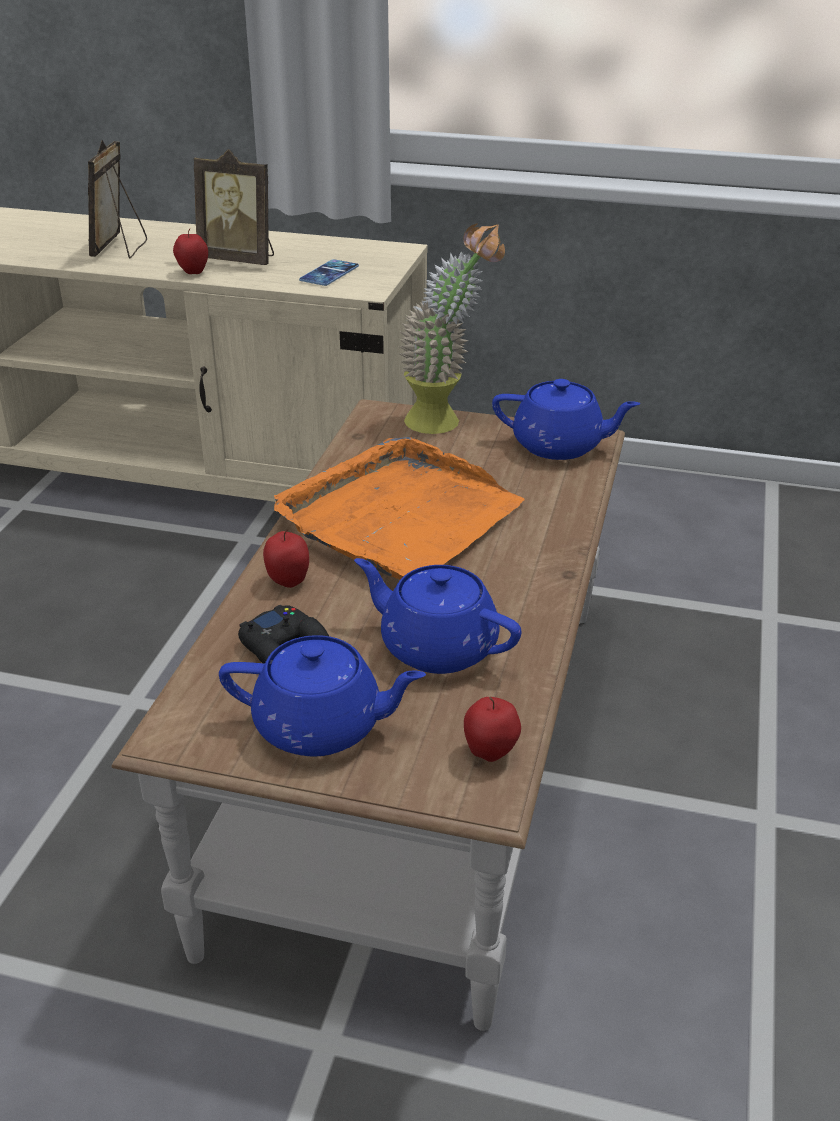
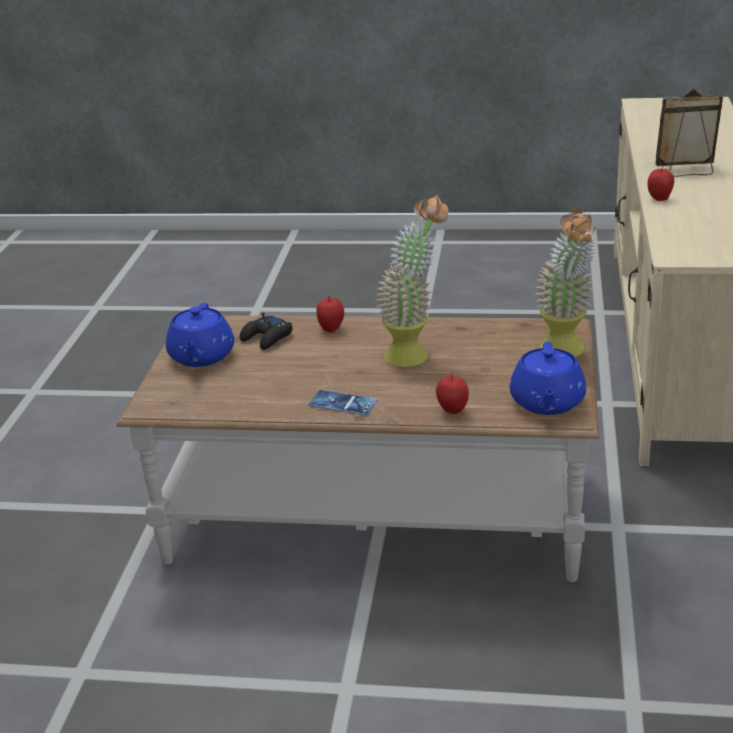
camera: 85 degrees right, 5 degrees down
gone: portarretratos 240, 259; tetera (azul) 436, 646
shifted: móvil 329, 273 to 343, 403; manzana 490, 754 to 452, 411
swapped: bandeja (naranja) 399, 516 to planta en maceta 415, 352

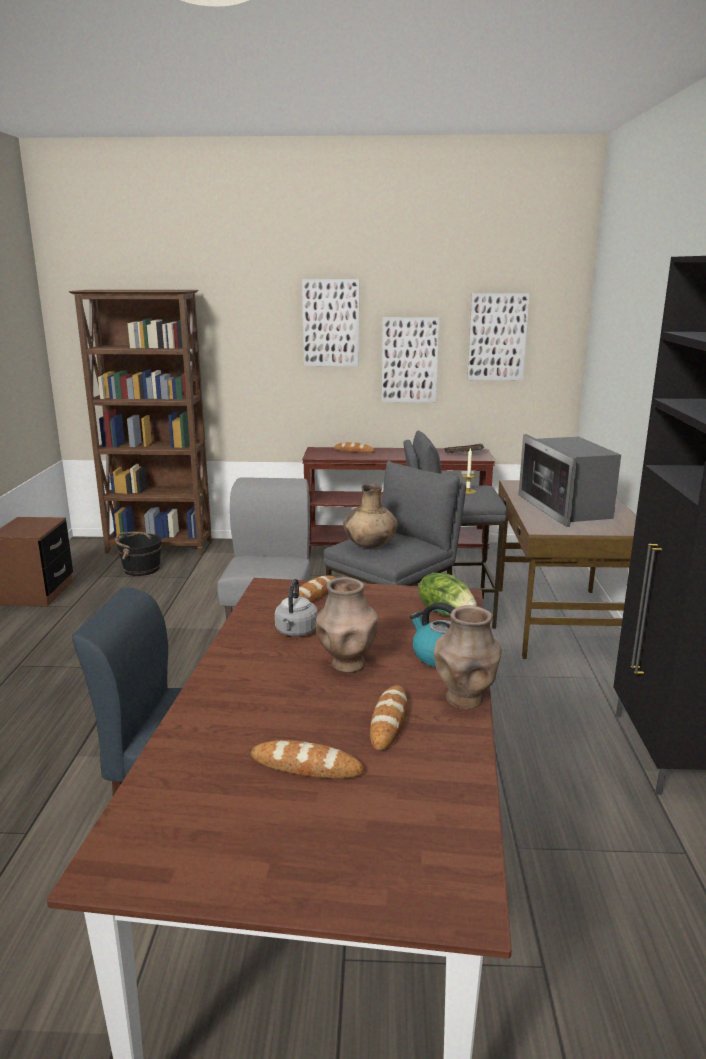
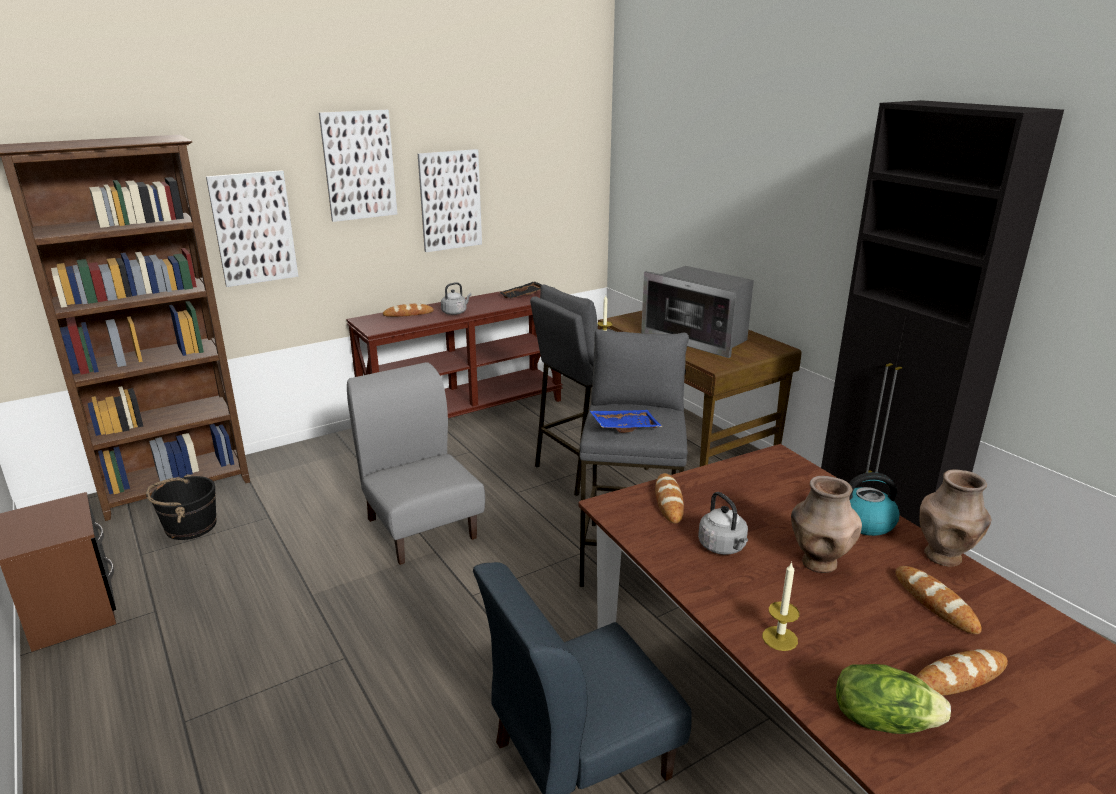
camera: 35 degrees left, 5 degrees up
new: hervidor (gris) 455, 312; vela 779, 638
shifted: cuadro 497, 337 to 253, 228; lechuga 446, 612 to 882, 720
swapped: florero (marrón) 370, 545 to bandeja (azul) 624, 426

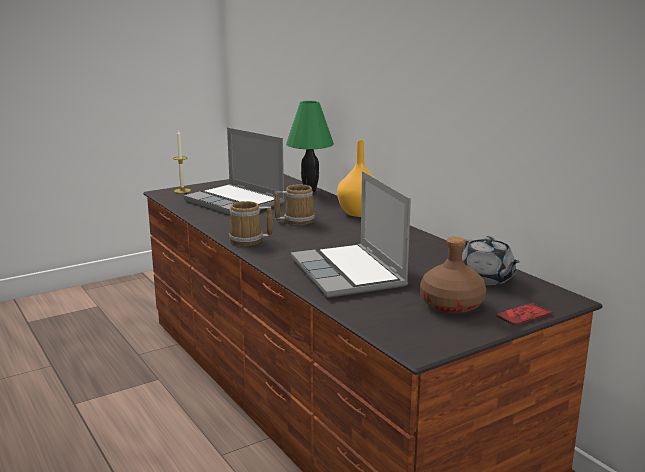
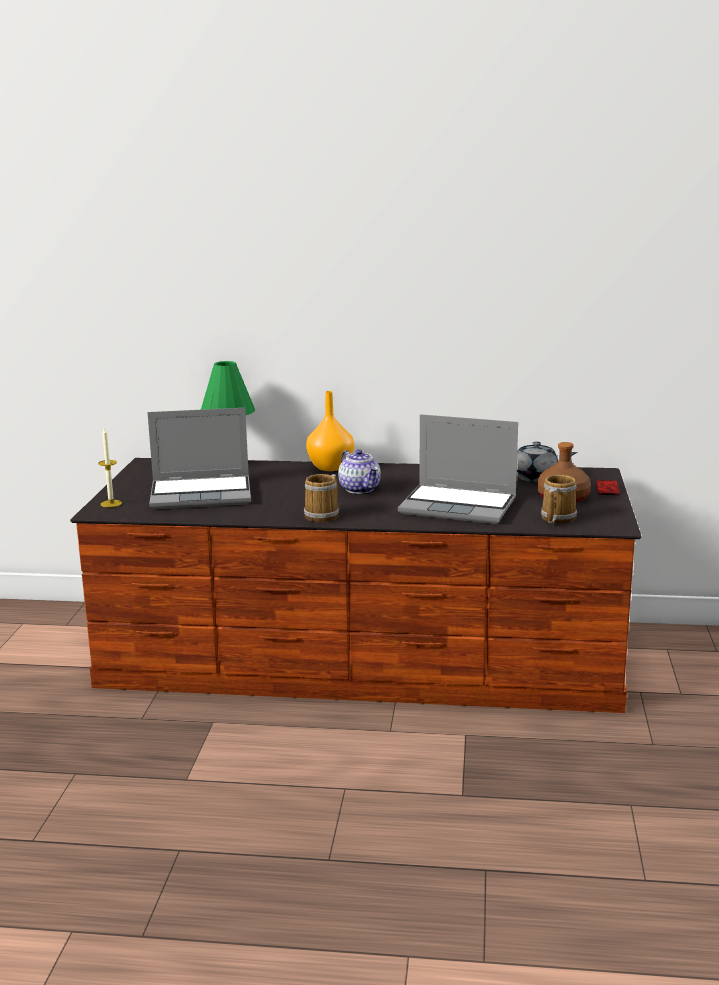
camera: 50 degrees left, 0 degrees up
new: tetera 360, 489
shifted: taza grande 296, 220 to 556, 518

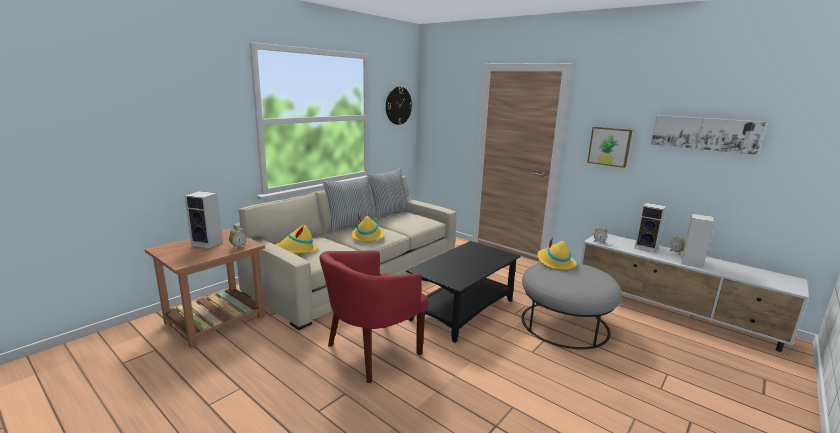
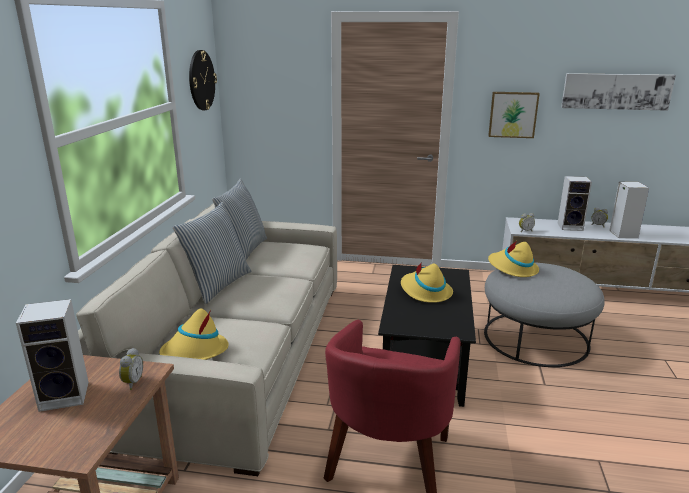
camera: 30 degrees left, 5 degrees up
shifted: sombrero (amarillo) 367, 236 to 425, 292

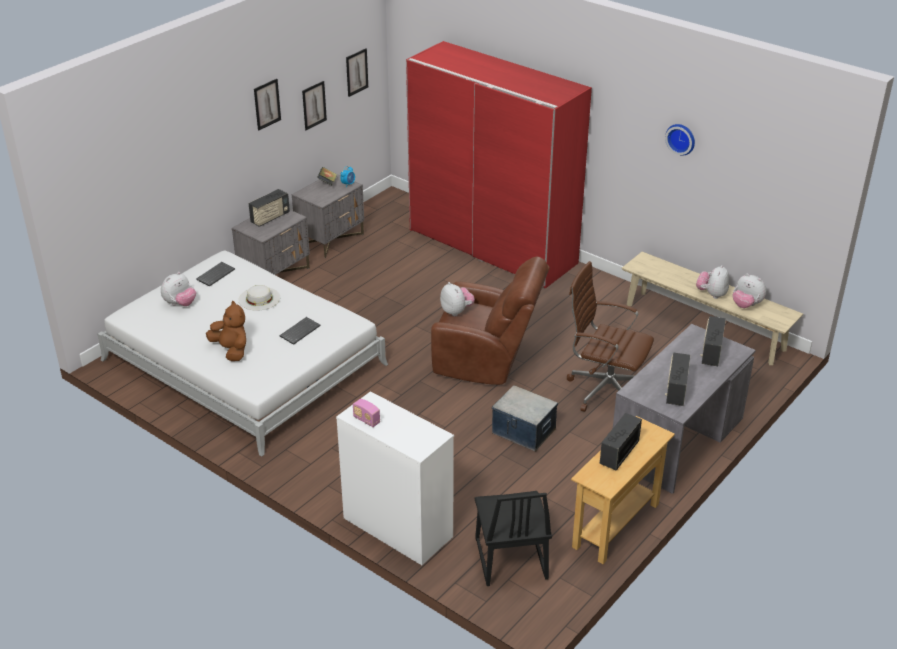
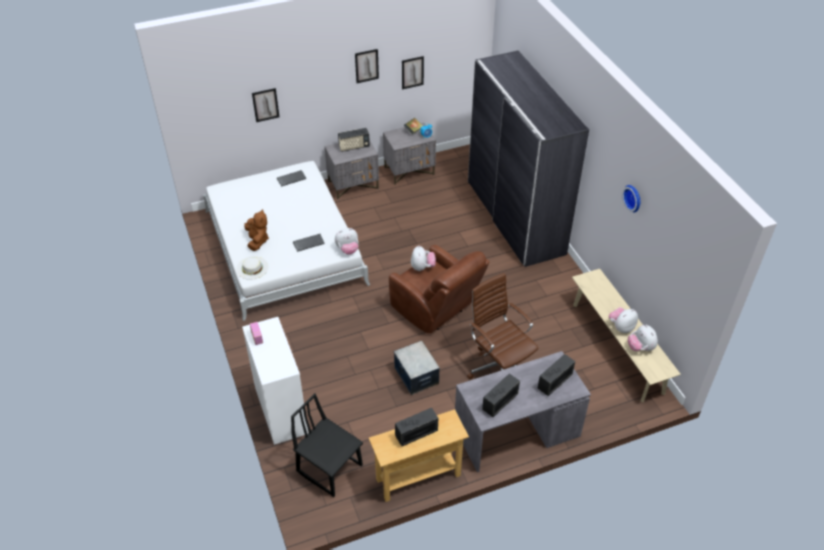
camera: 30 degrees right, 10 degrees up
shifted: cuadro 356, 72 to 265, 105; peluche 180, 304 to 348, 250; sombrero (blanco) 259, 298 to 252, 268
repainted: armario ropero (rojo) 492, 247 to armario ropero (gris) 515, 217
rotated: silla (negro) 510, 559 = 330, 468 105 degrees clockwise

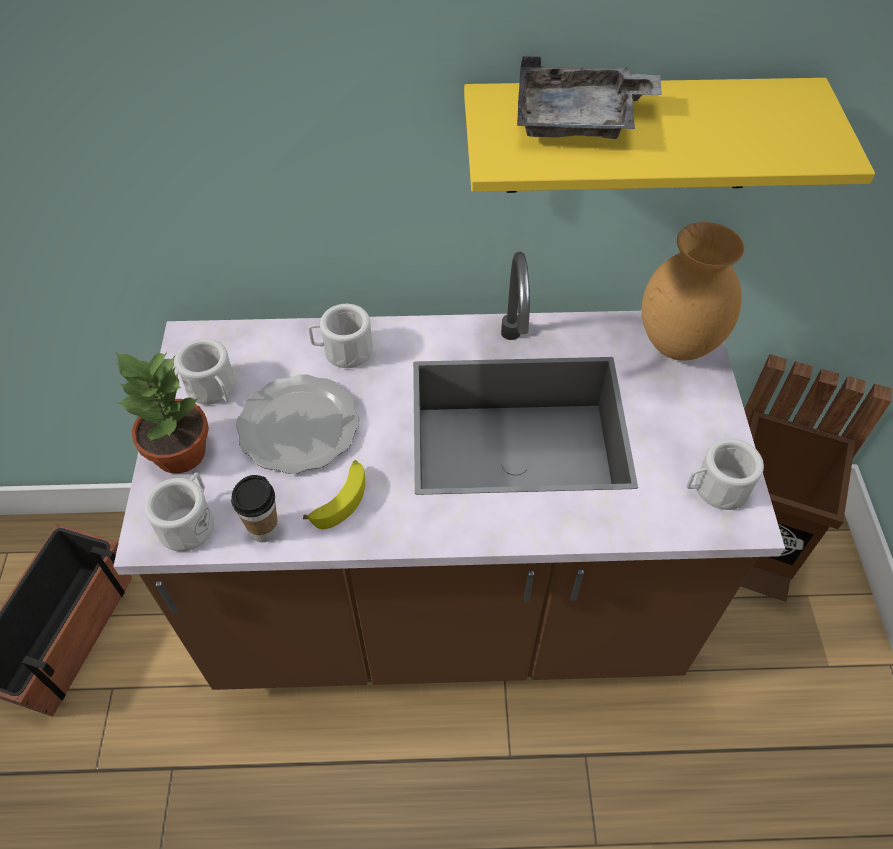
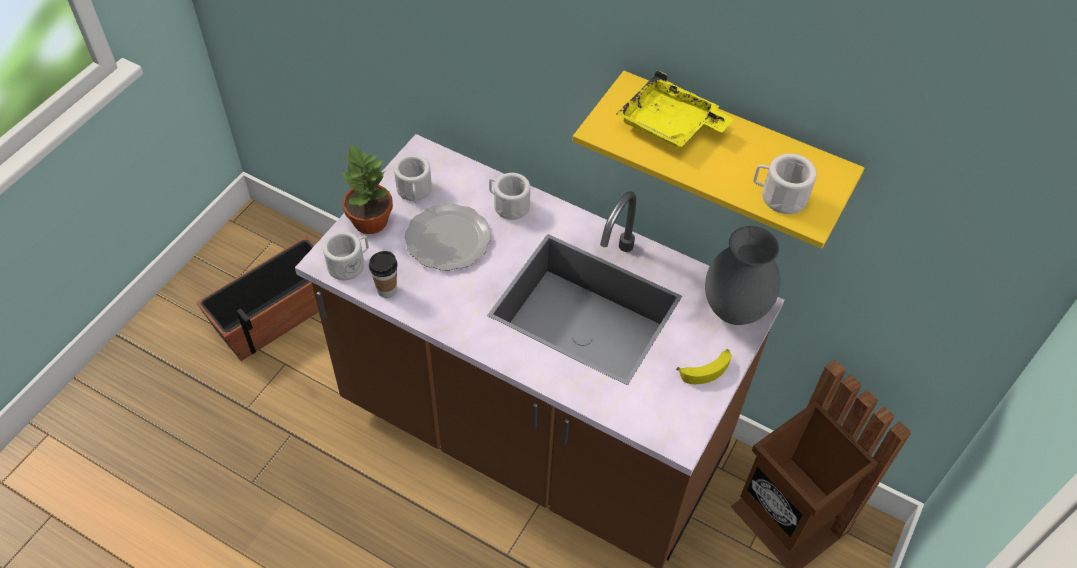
camera: 30 degrees right, 0 degrees up
shifted: taza grande (blanco) 715, 489 to 778, 196; plátano 340, 498 to 706, 369
repainted: bandeja (gris) 579, 120 to bandeja (amarillo) 670, 125; florero (marrón) 676, 346 to florero (gris) 733, 310

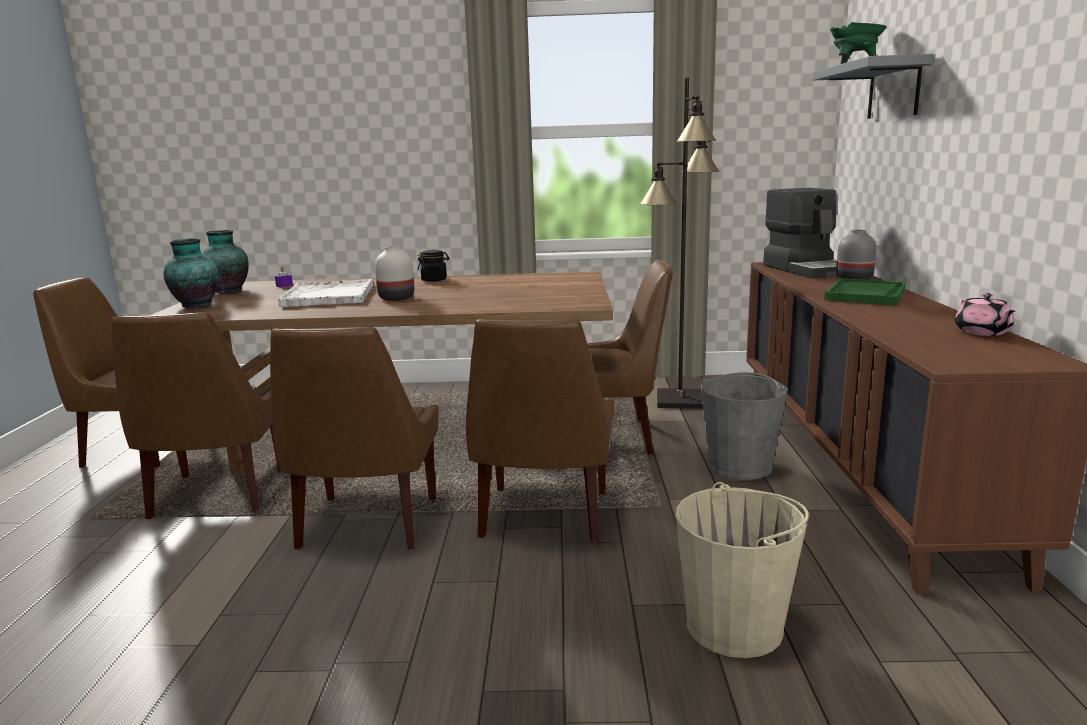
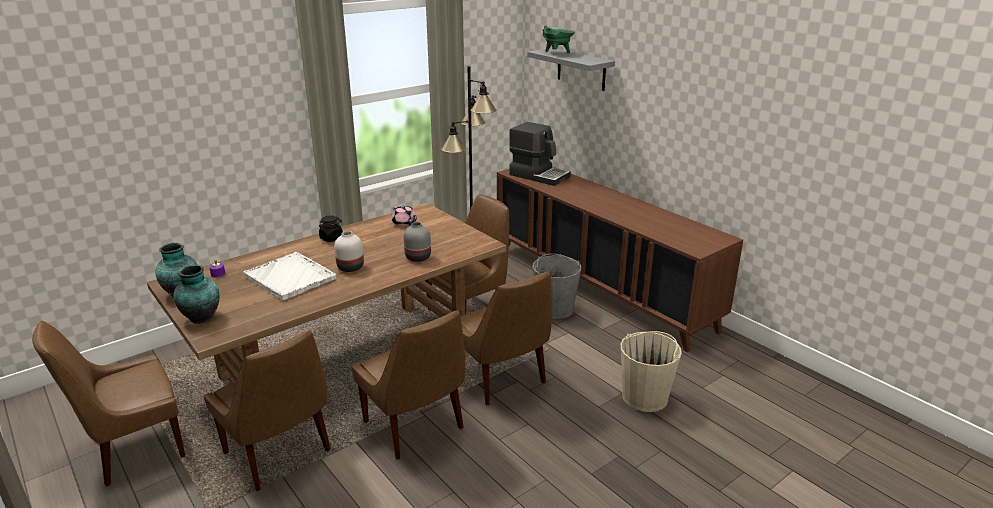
camera: 40 degrees left, 10 degrees up
gone: bandeja (verde) 865, 295
shifted: florero (gris) 854, 279 to 418, 257; tetera (rosa) 982, 332 to 404, 223

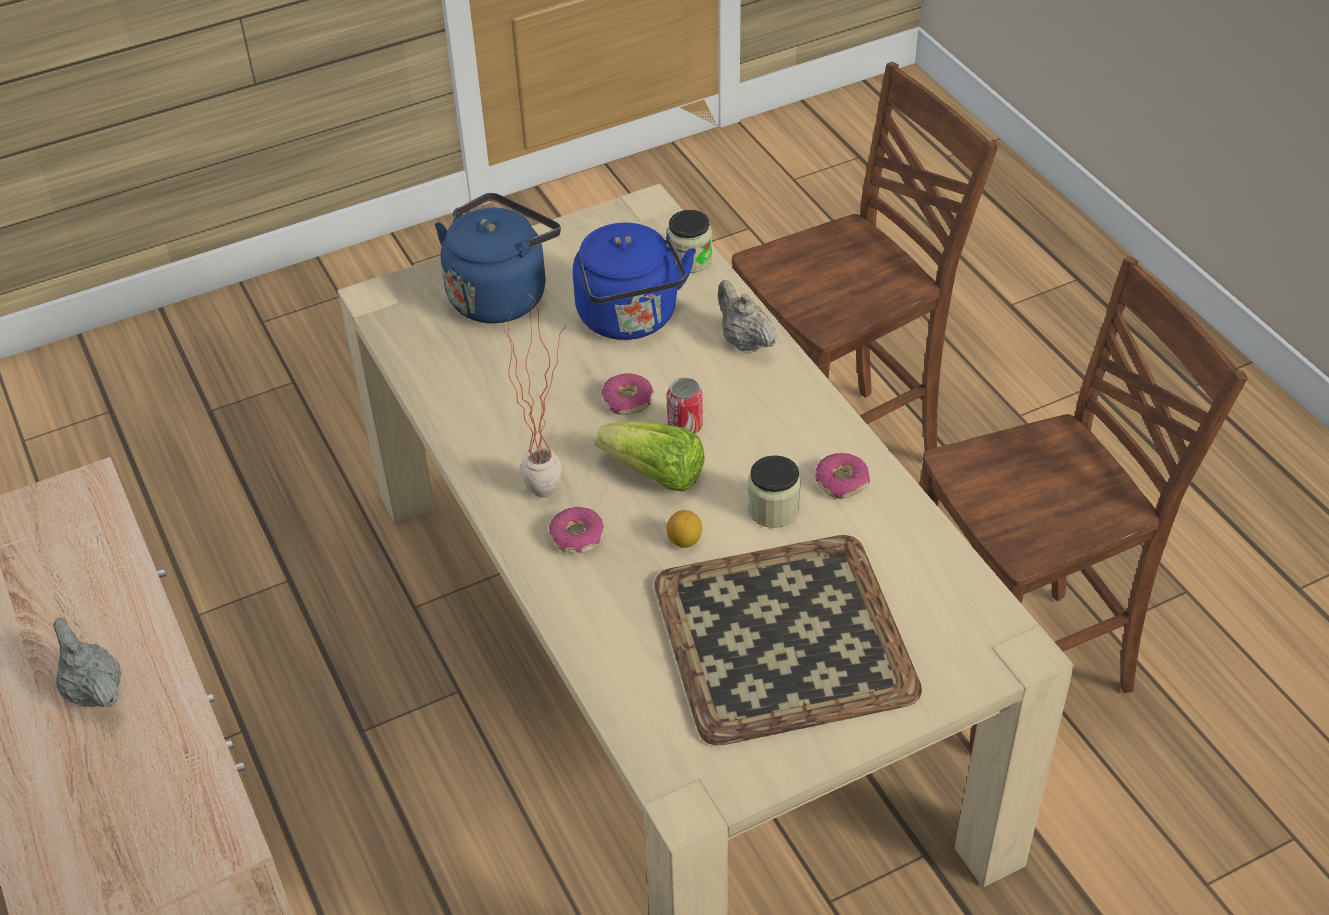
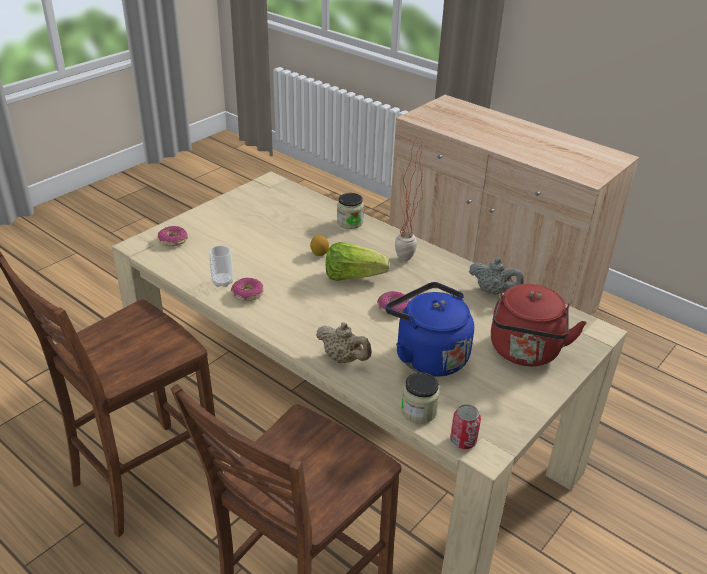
camera: 155 degrees right, 10 degrees down
gone: bandeja 781, 637
new: taza 222, 282
shifted: lata 685, 426 to 463, 441; tarro 773, 509 to 350, 222; rosquilla 577, 537 to 173, 240; tetera (gris) 94, 690 to 493, 291
repainted: hervidor (azul) 501, 294 to hervidor (rojo) 525, 352

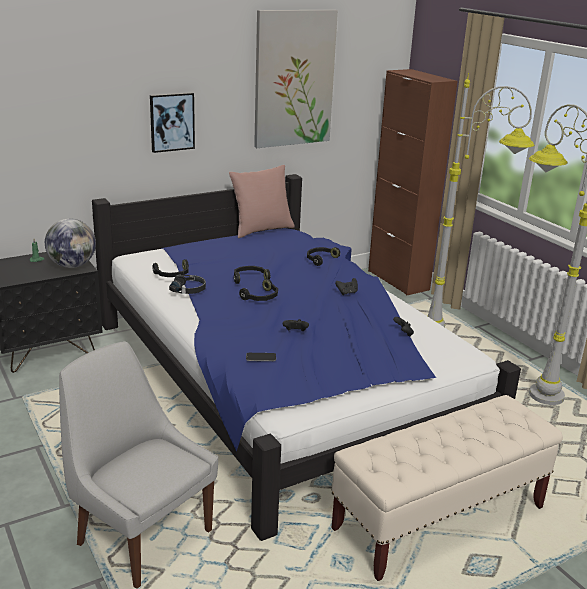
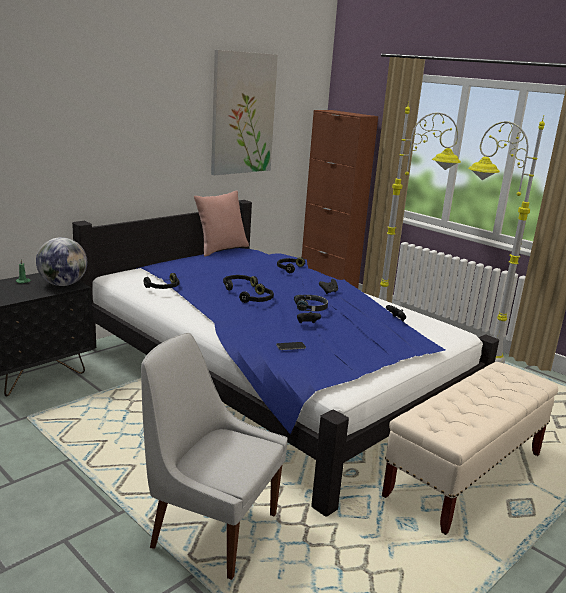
camera: 15 degrees left, 5 degrees down
gone: cuadro 172, 122
shifted: auriculares (negro) 188, 289 to 311, 308

